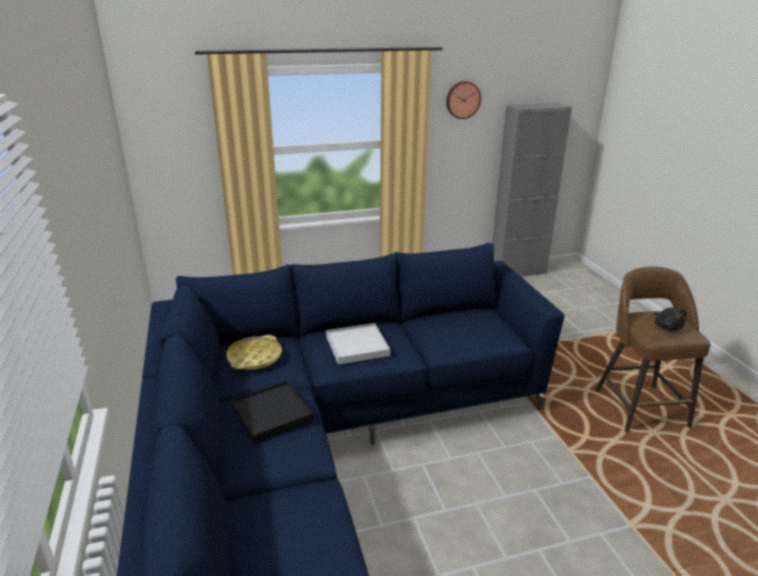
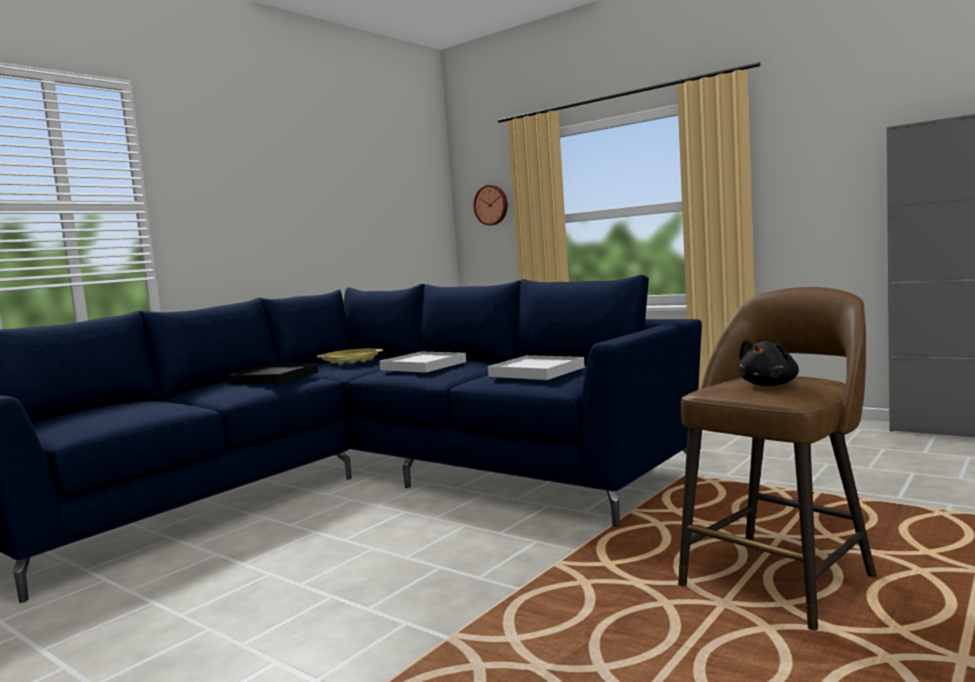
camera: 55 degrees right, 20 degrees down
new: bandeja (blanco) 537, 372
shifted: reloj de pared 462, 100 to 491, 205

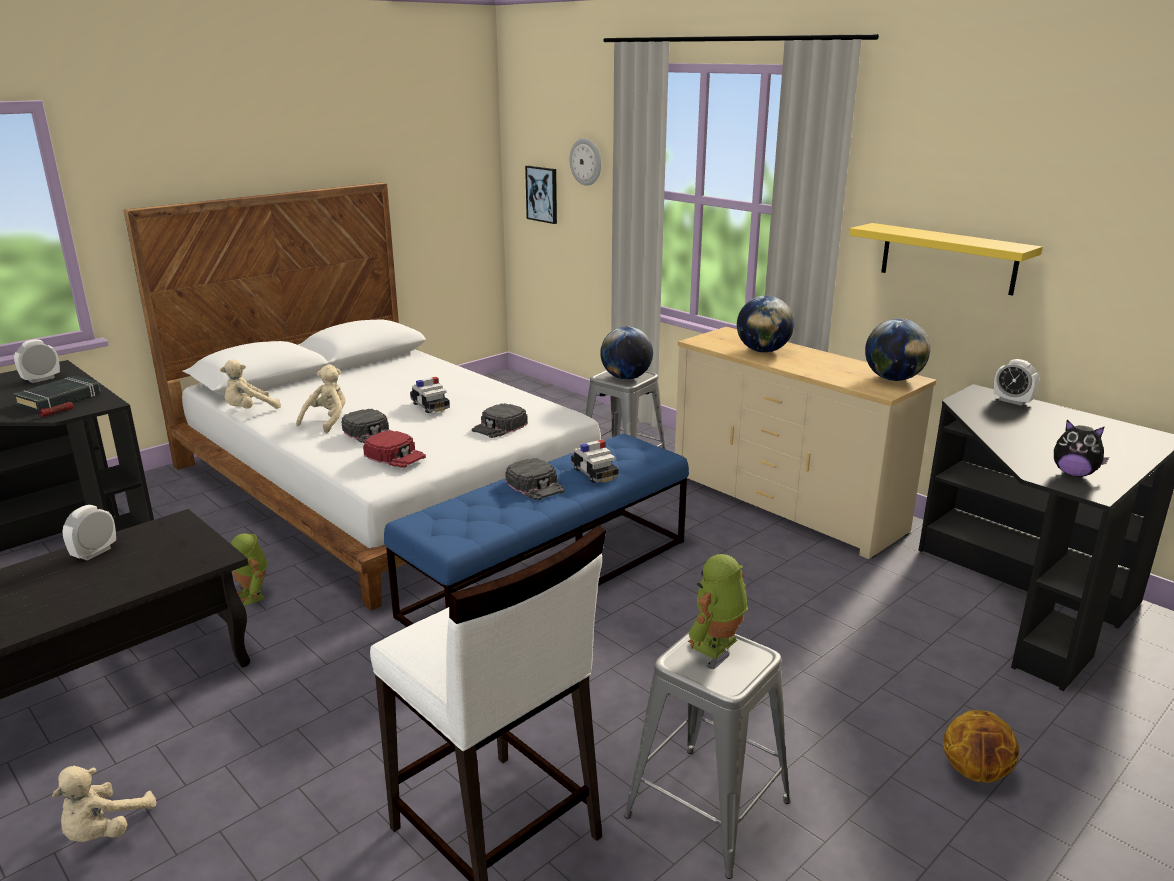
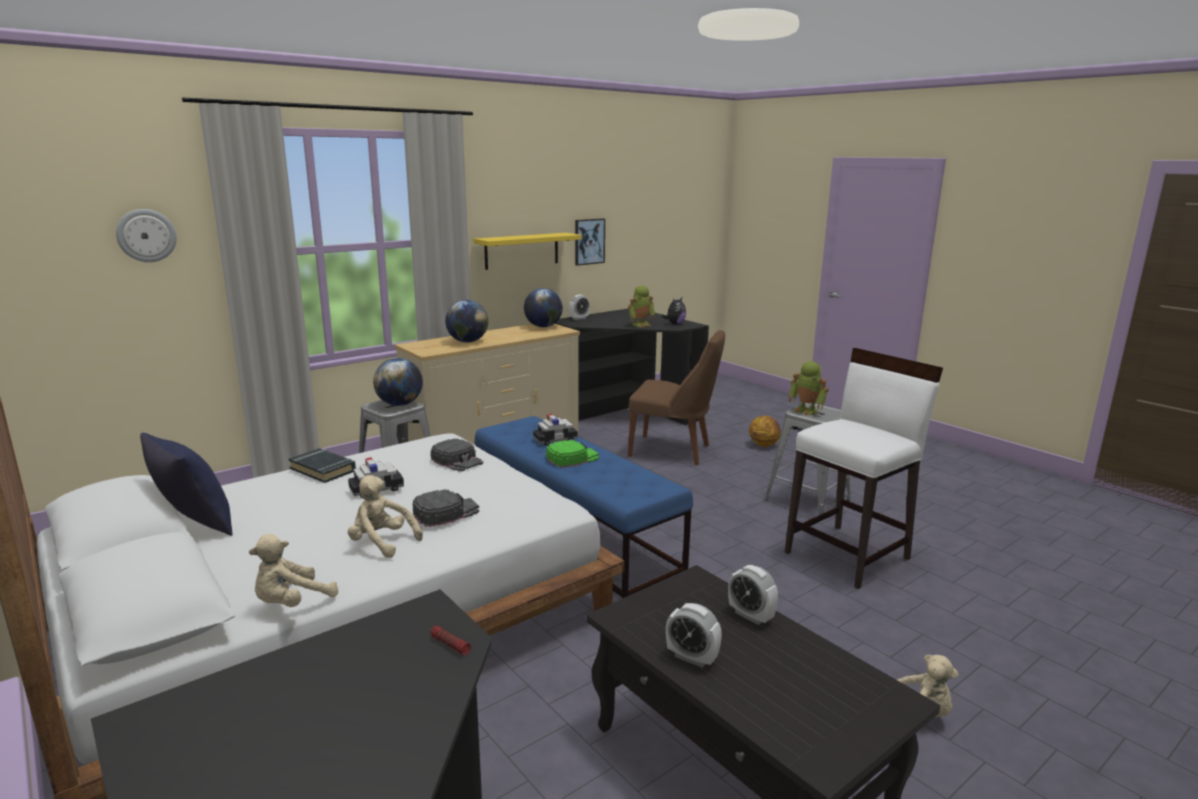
camera: 85 degrees left, 5 degrees down
gone: gorra (rojo) 395, 455
new: silla (marrón) 673, 451; cojín (azul) 194, 526
shifted: cuadro 542, 194 to 589, 241; despertador 41, 379 to 750, 616; libro (negro) 60, 399 to 323, 469; robot de juguete 253, 595 to 641, 324
repainted: gorra (negro) 536, 485 to gorra (verde) 572, 458
rotated: peluche (beis) 250, 410 = 291, 603 75 degrees clockwise

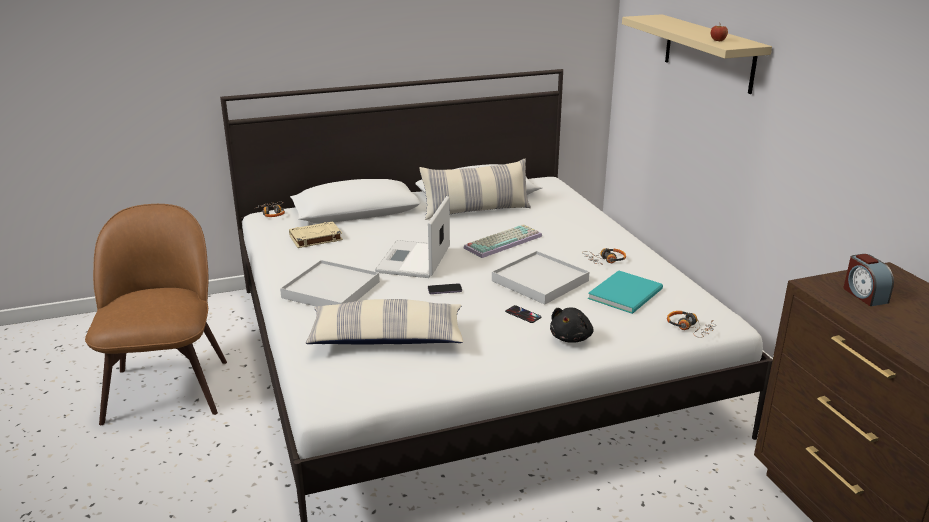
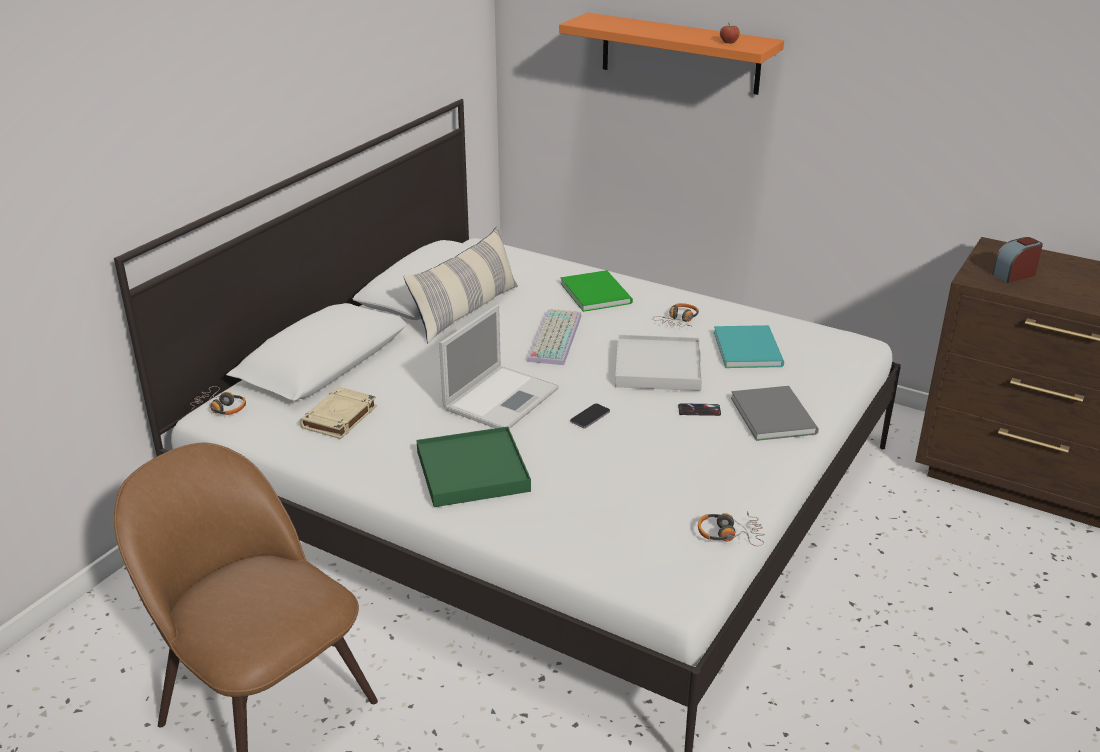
camera: 40 degrees left, 5 degrees up
gone: cojín 386, 339
new: libro (verde) 596, 292
shifted: auriculares 689, 328 to 730, 534
swapped: peluche (negro) 571, 337 to libro (gris) 774, 414
repainted: estante (beis) 708, 52 to estante (naranja) 680, 53; bandeja (blanco) 331, 290 to bandeja (verde) 472, 471
rotated: portátil 413, 261 = 502, 398 120 degrees counterclockwise; despertador 864, 295 = 1014, 274 120 degrees clockwise

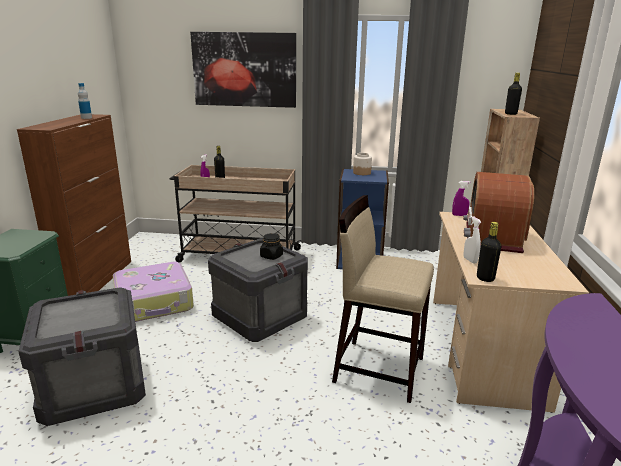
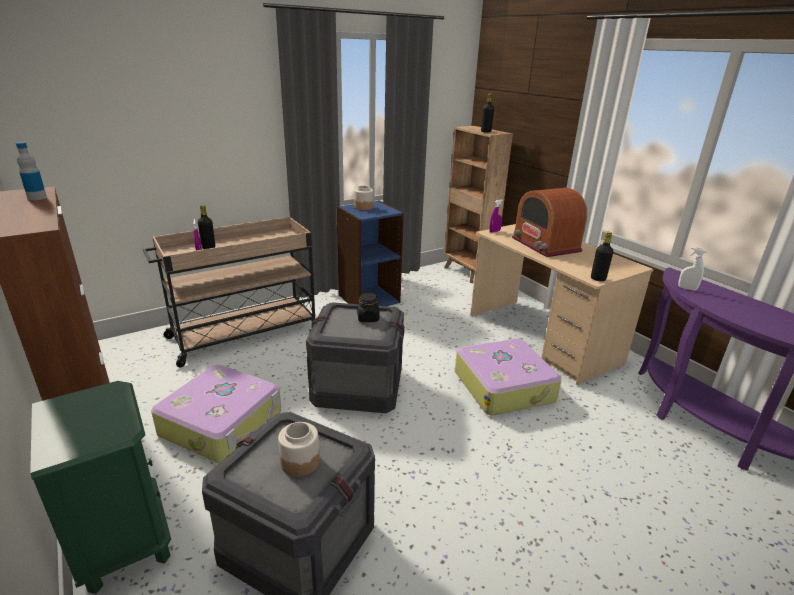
camera: 40 degrees left, 5 degrees up
gone: cuadro 244, 70
new: tarro 300, 462
shifted: pulverizador (blanco) 470, 260 to 687, 288
swapped: taburete (beis) 378, 369 to maleta 504, 386

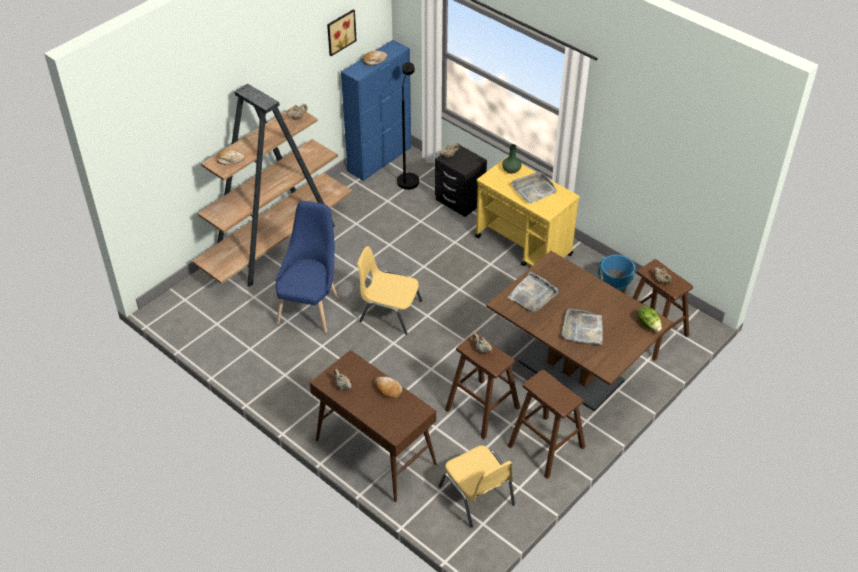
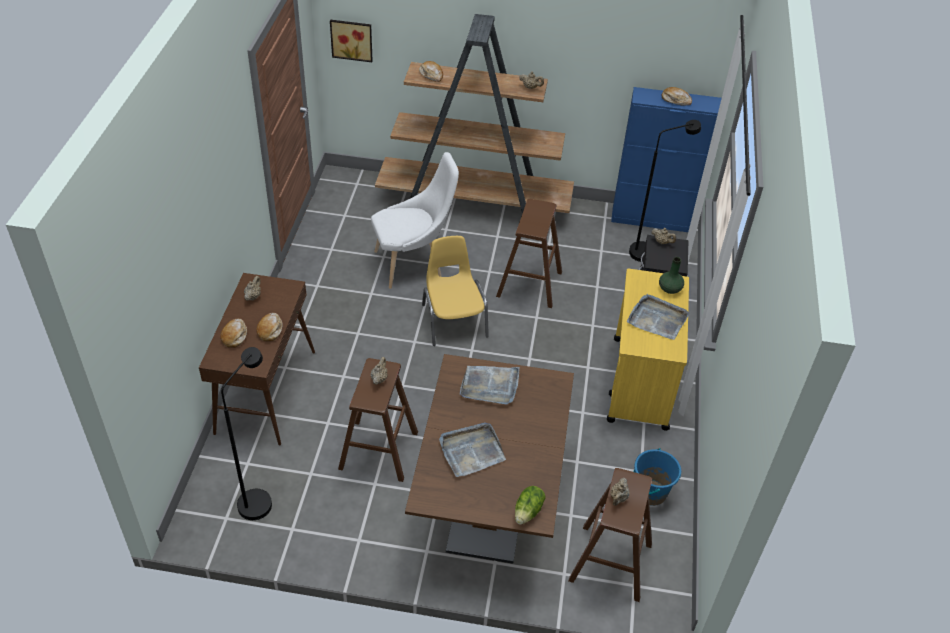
camera: 55 degrees right, 0 degrees up
new: pan 234, 336
shifted: cuadro 340, 31 to 352, 39; taburete (marrón) 546, 446 to 529, 284
swapped: silla (amarillo) 477, 496 to lámpara de pie (negro) 259, 498
repainted: silla (azul) 310, 307 to silla (blanco) 413, 263

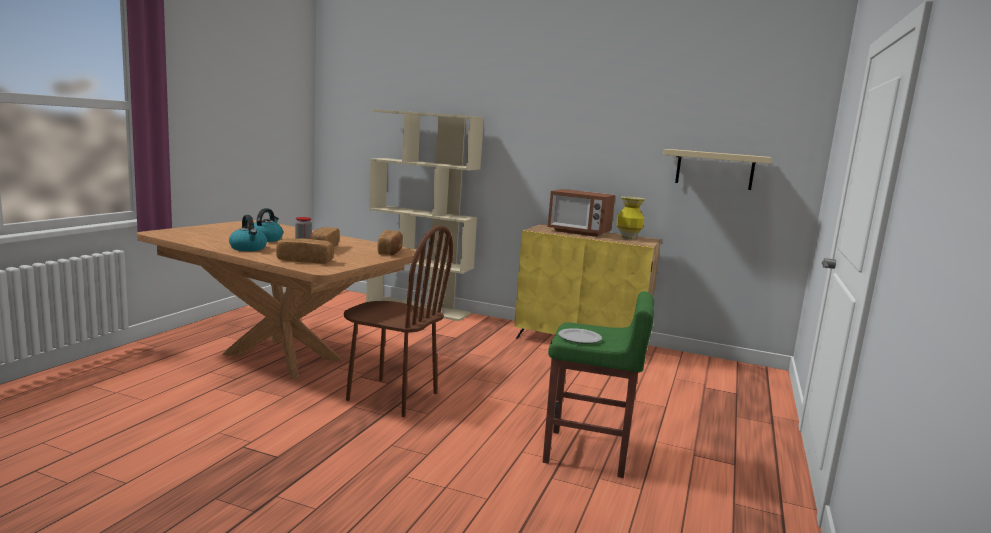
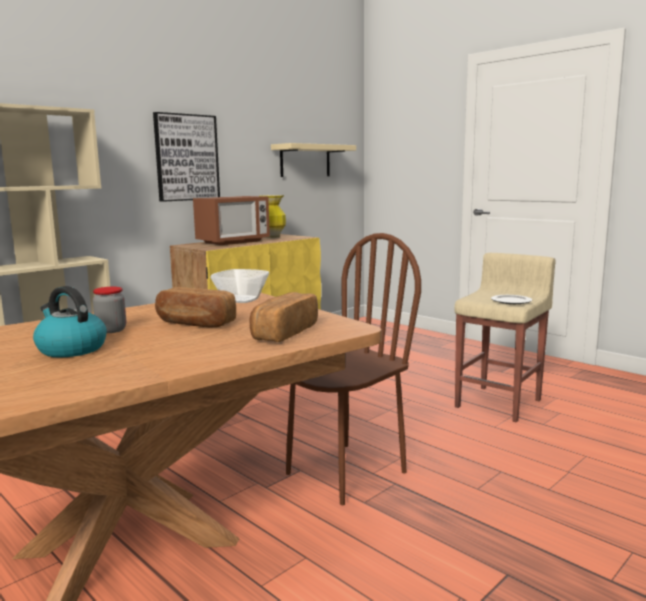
camera: 65 degrees left, 0 degrees up
gone: hervidor 248, 248
new: cuadro 186, 157
swapped: pan 391, 251 to cuenco 241, 300
repainted: taburete (verde) 588, 453 to taburete (beis) 499, 403

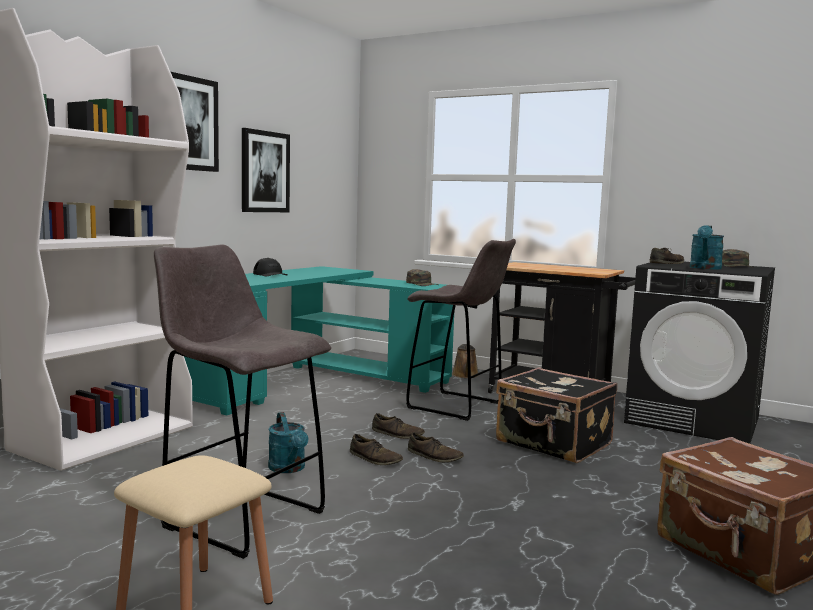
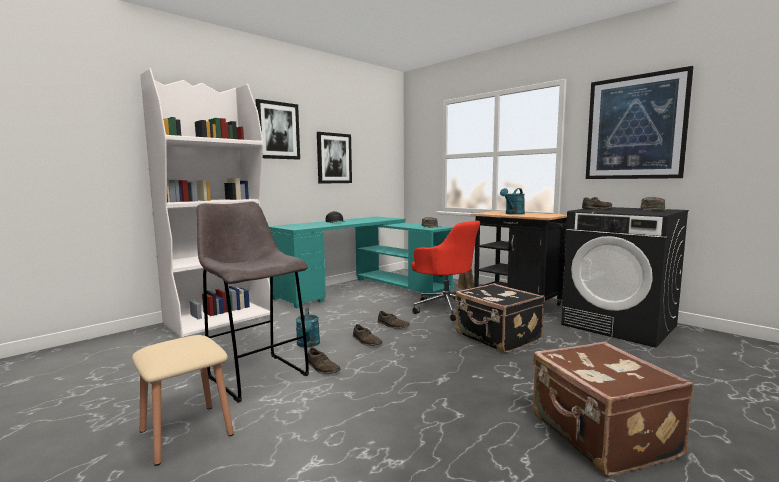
camera: 15 degrees right, 0 degrees up
new: cuadro 635, 127
shifted: regadera (turquesa) 705, 268 to 513, 214; zapato (marrón) 434, 456 to 322, 368
swapped: taburete (gris) 457, 406 to silla de oficina (rojo) 446, 308

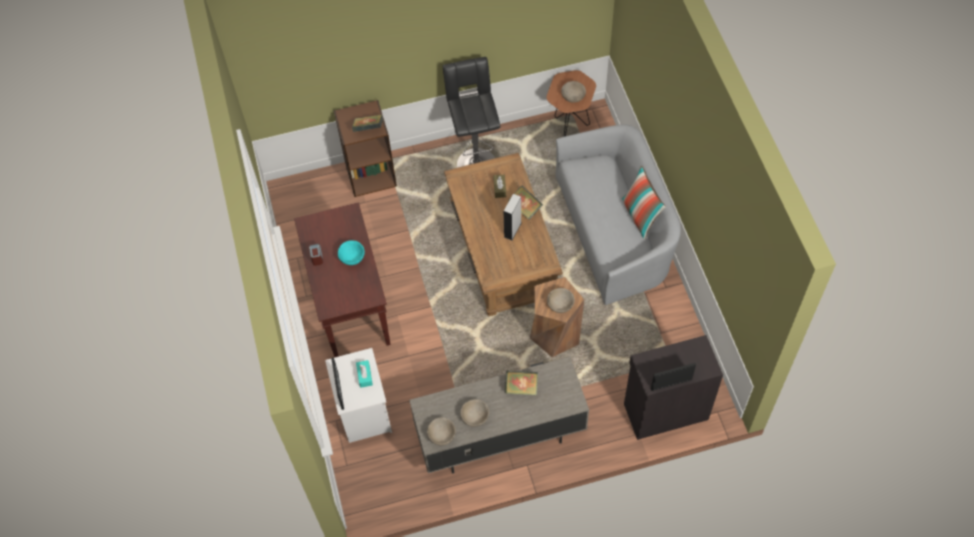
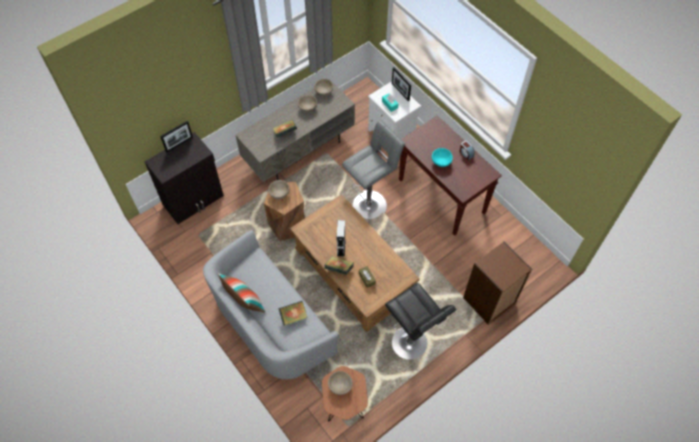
camera: 155 degrees right, 0 degrees up
new: taburete (gris) 370, 203
shifted: libro 368, 129 to 293, 316

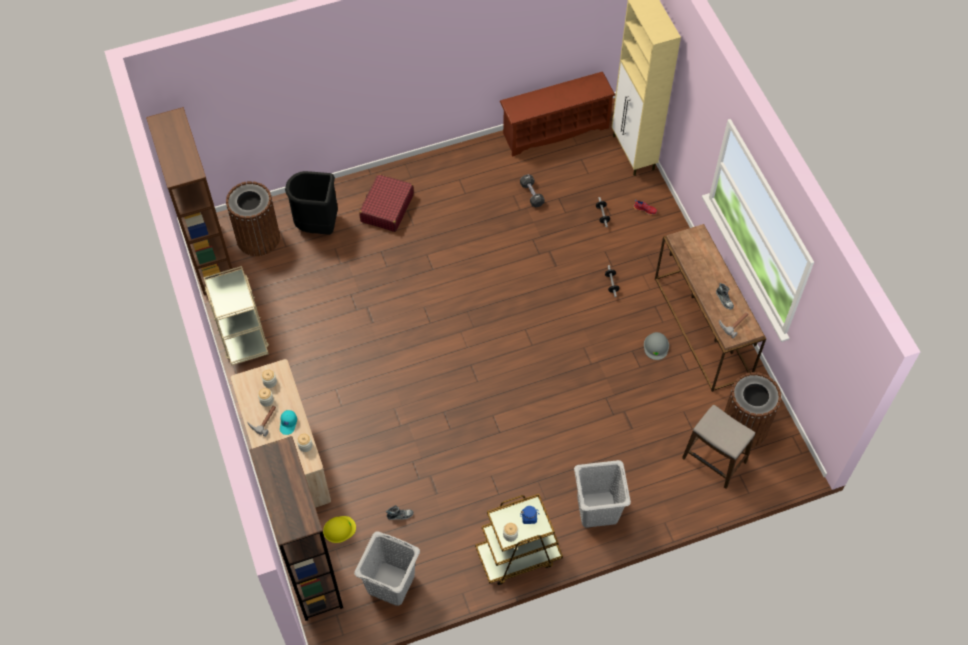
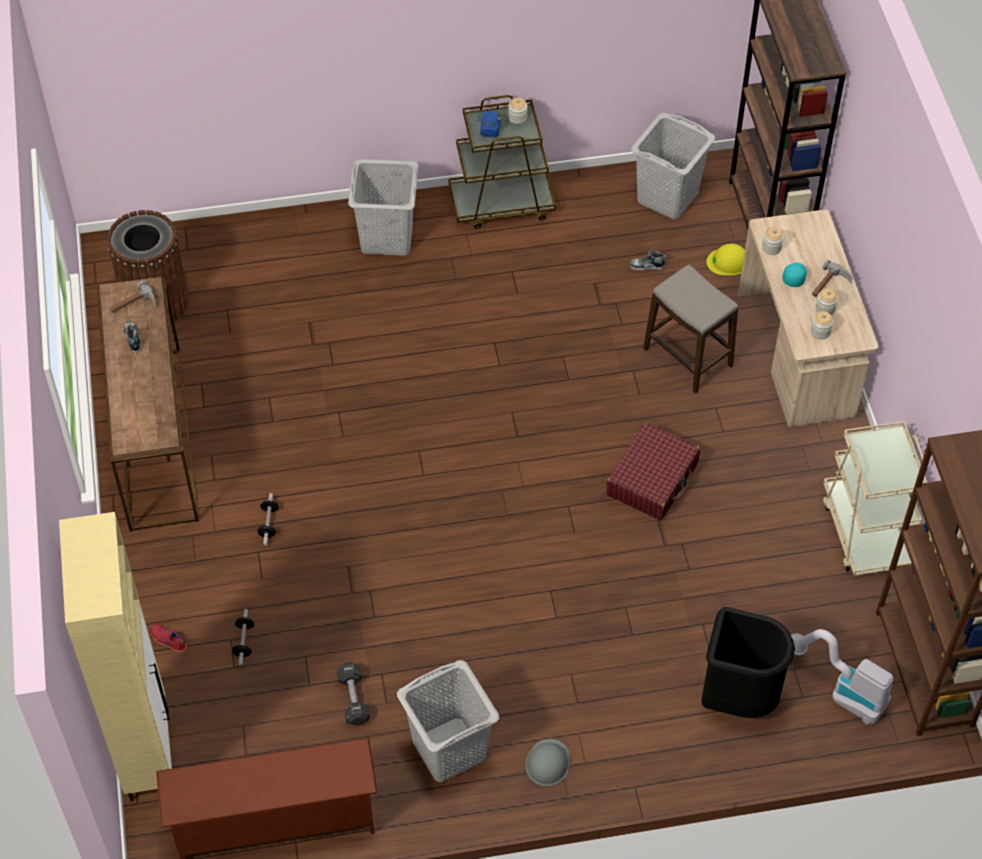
camera: 170 degrees left, 5 degrees down
new: cesto de la ropa (gris) 449, 749
shifted: maleta (rojo) 387, 208 to 652, 479; casco (gris) 656, 346 to 547, 763; taburete 714, 460 to 687, 358
swapped: papelera (marrón) 258, 238 to aspiradora 842, 691

